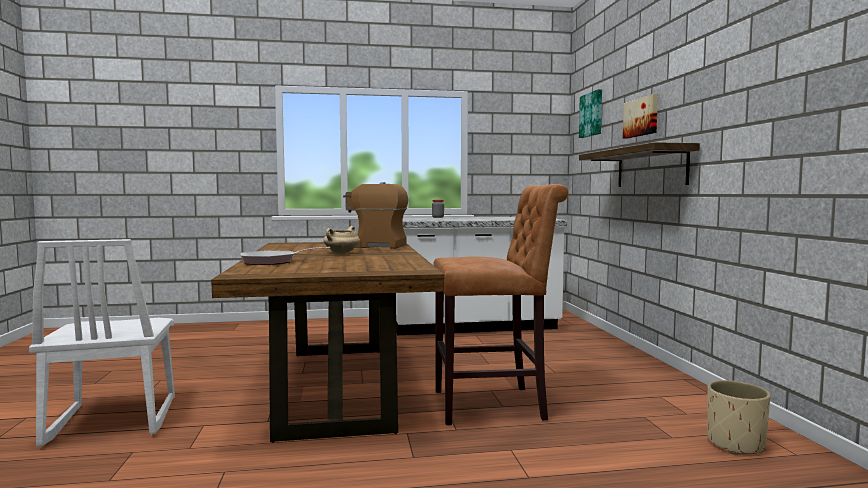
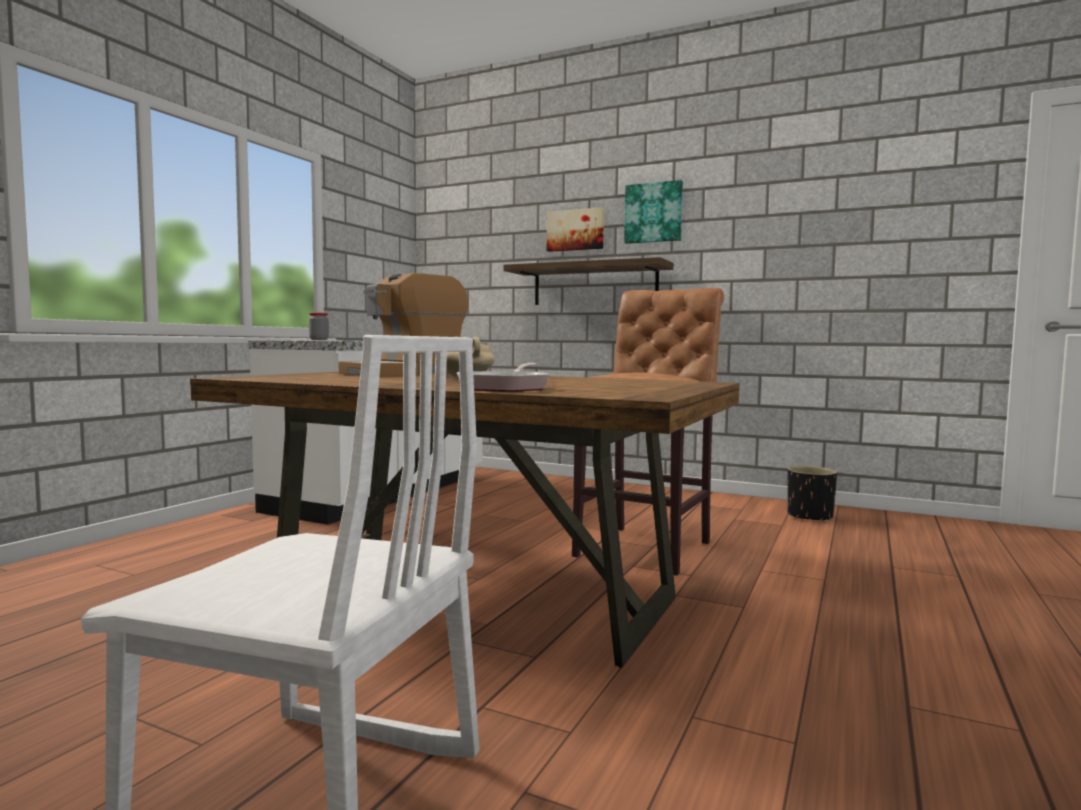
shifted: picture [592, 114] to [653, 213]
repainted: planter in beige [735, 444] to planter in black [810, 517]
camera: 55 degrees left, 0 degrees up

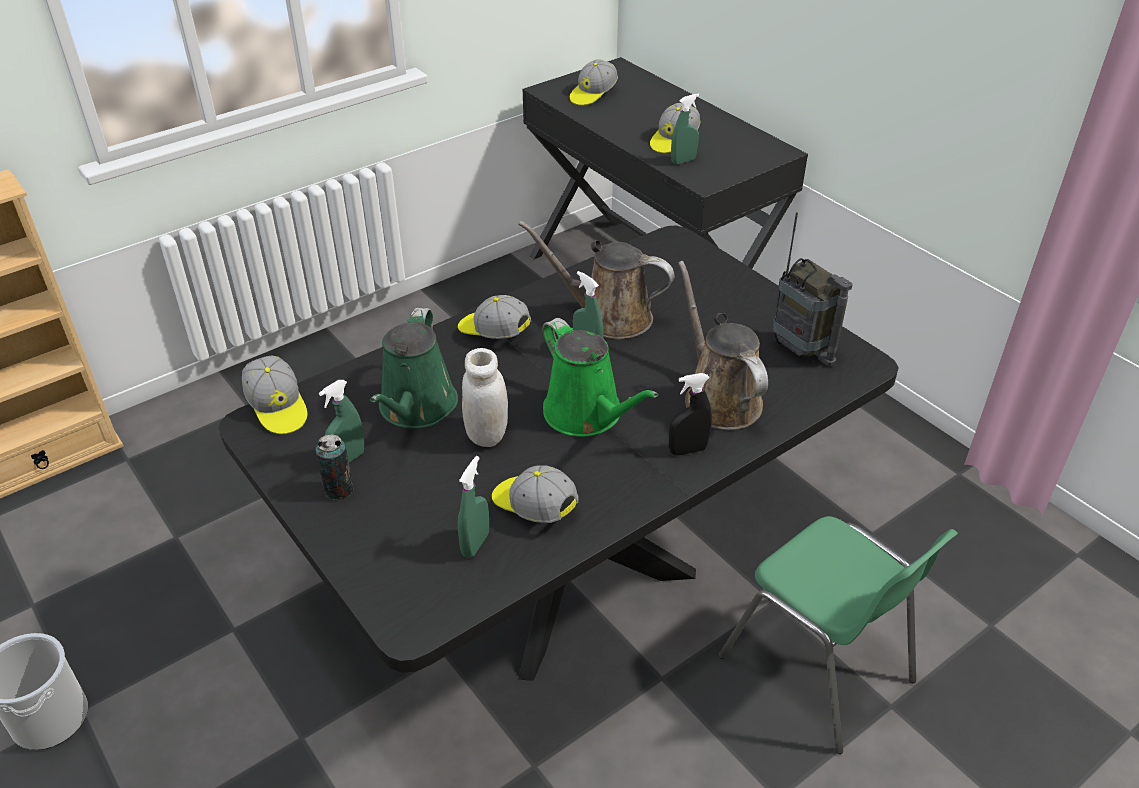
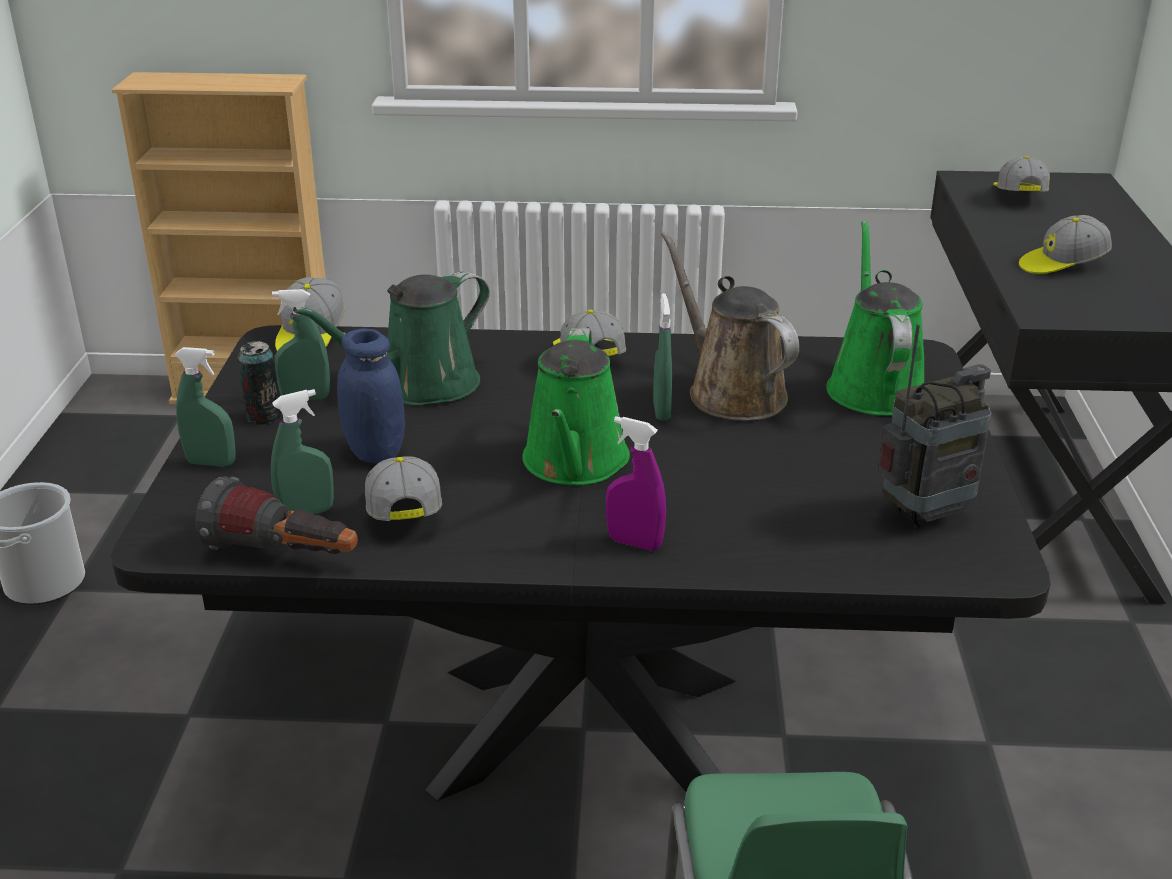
gone: jar in white [486, 434]; watering can in brown [718, 397]
new: flashlight [285, 556]; jar in blue [375, 452]; watering can in green [873, 386]
shifted: spray bottle in green [683, 161] to [211, 463]
repainted: spray bottle in black [687, 450] to spray bottle in purple [634, 543]
rotated: cap [593, 94] = [1018, 196] 105 degrees clockwise; radio [800, 349] = [925, 515] 120 degrees counterclockwise
camera: 40 degrees right, 10 degrees down

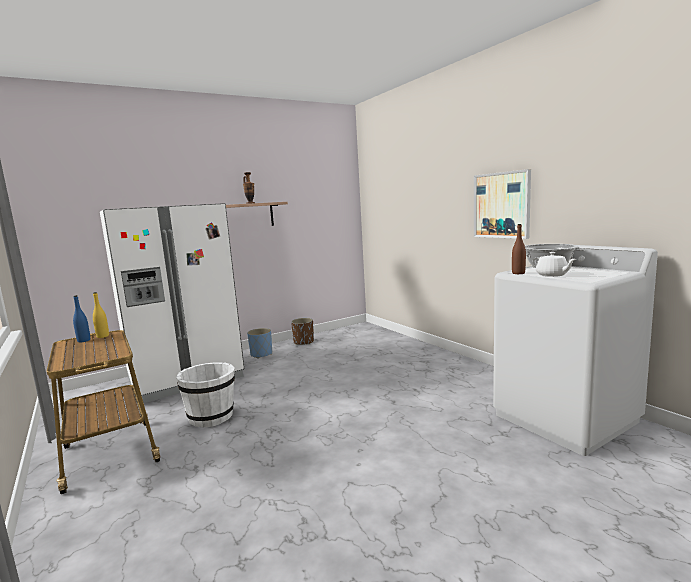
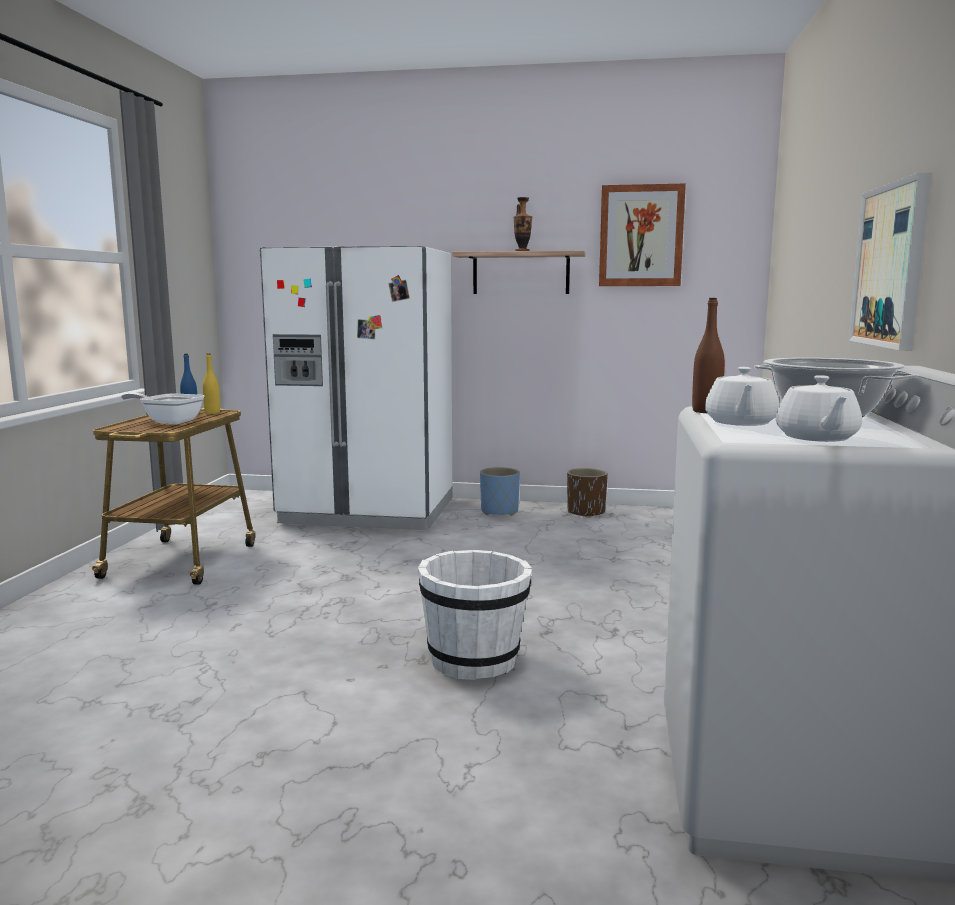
new: frying pan [169, 421]; picture [641, 236]; teapot in white [816, 438]
shifted: bucket in white [211, 417] to [475, 660]
camera: 40 degrees right, 0 degrees up

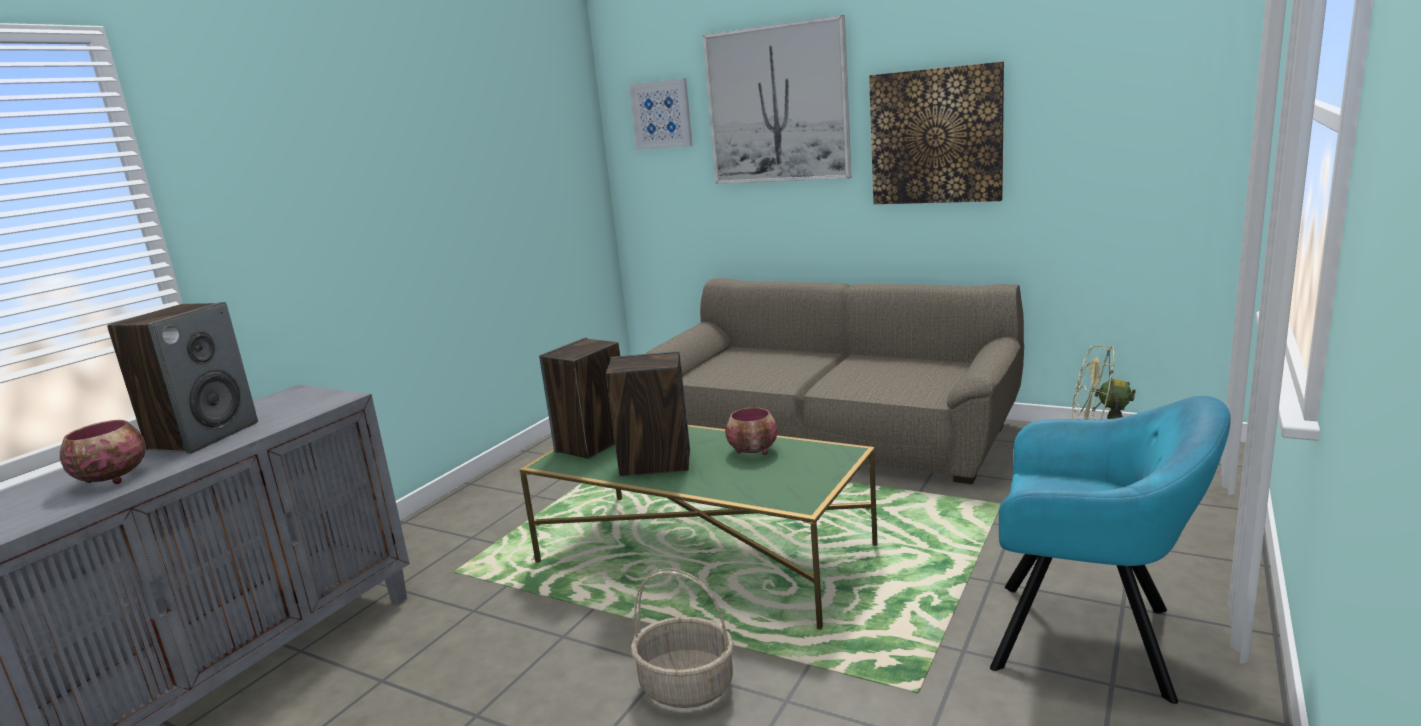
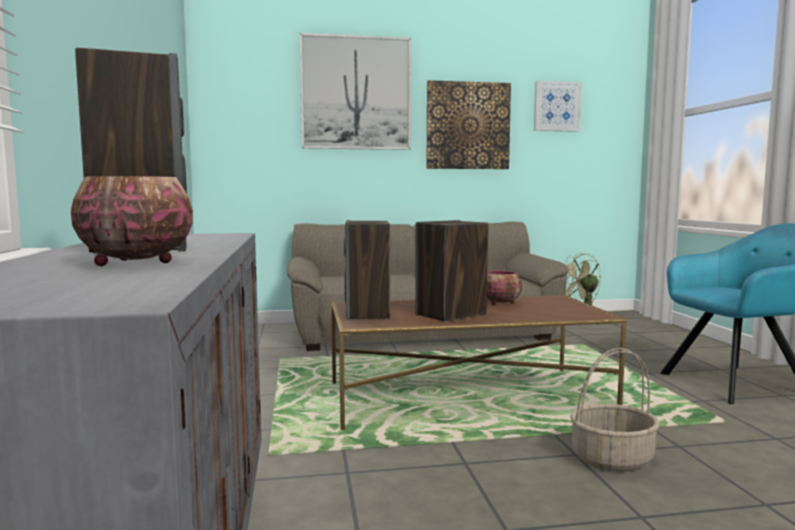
shifted: picture [661, 115] to [557, 106]
repainted: coffee table in green [704, 554] to coffee table in brown [467, 396]
camera: 40 degrees left, 10 degrees down

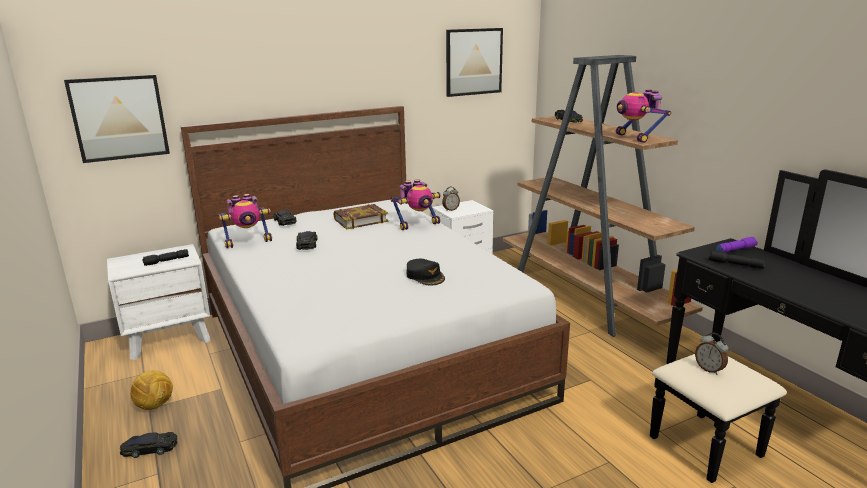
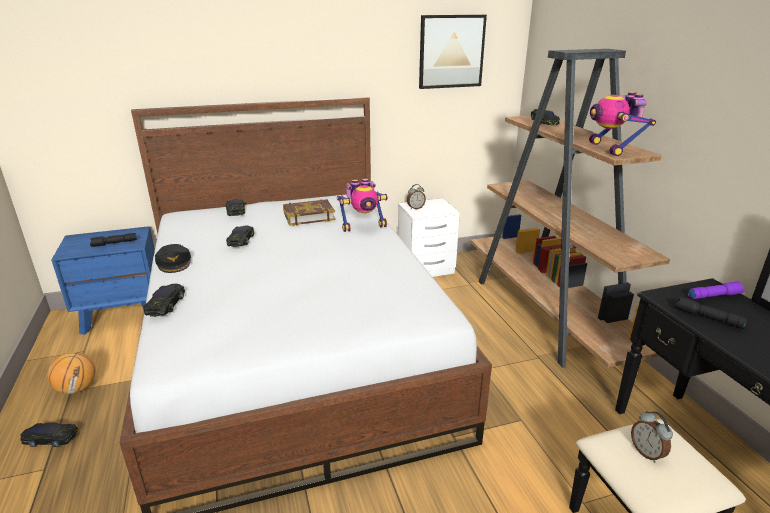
gone: picture [119, 118]; toy robot [248, 242]
new: toy car in black [166, 303]
shifted: cap in black [425, 276] to [174, 262]
swapped: football [155, 405] to basketball [77, 388]
repainted: nightstand in white [169, 337] to nightstand in blue [123, 314]
camera: 10 degrees right, 5 degrees up

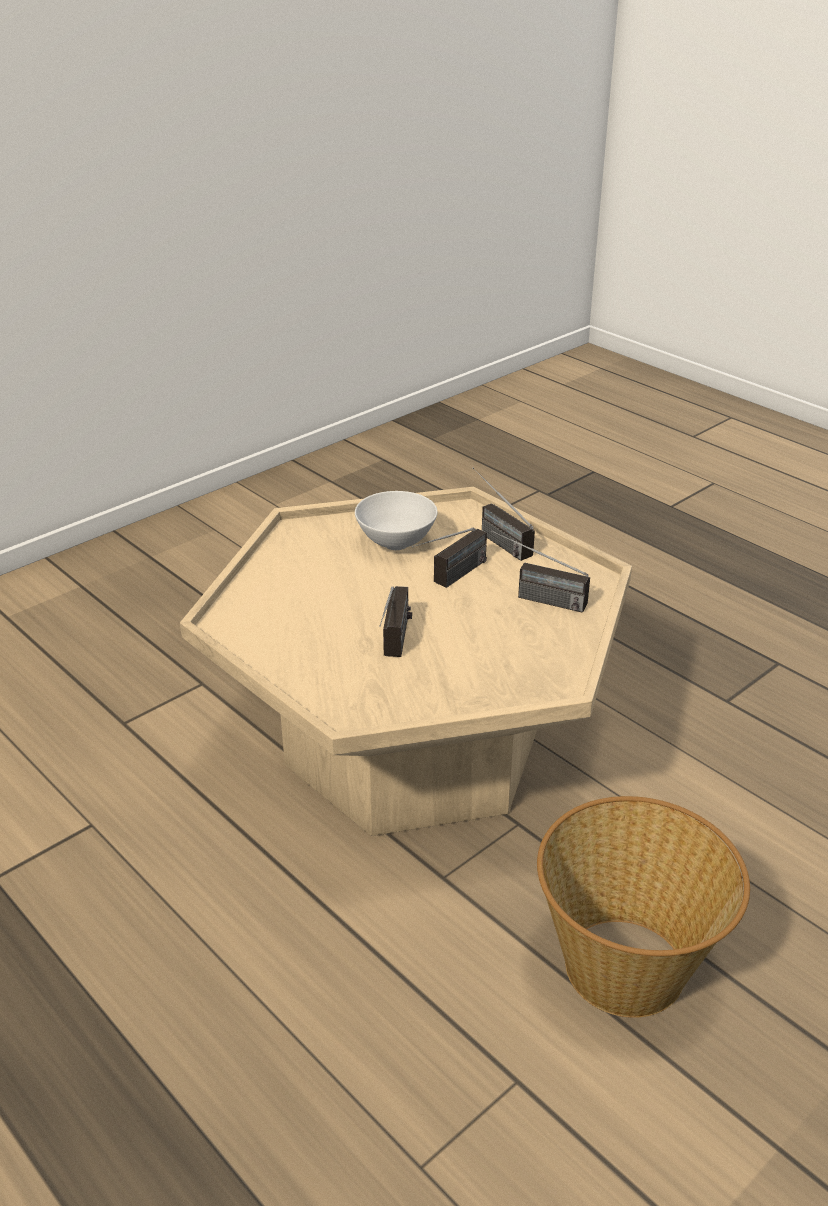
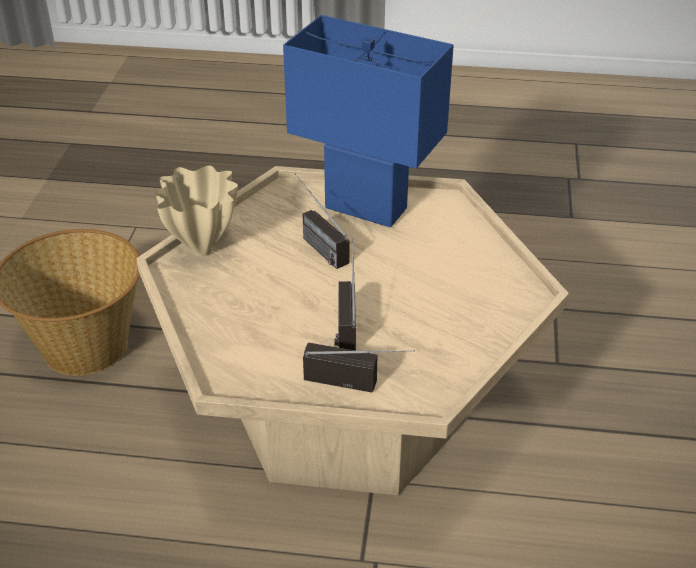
gone: bowl in white [396, 544]; radio [534, 597]
new: vase in beige [204, 250]; table lamp in blue [366, 208]
camera: 140 degrees right, 5 degrees up

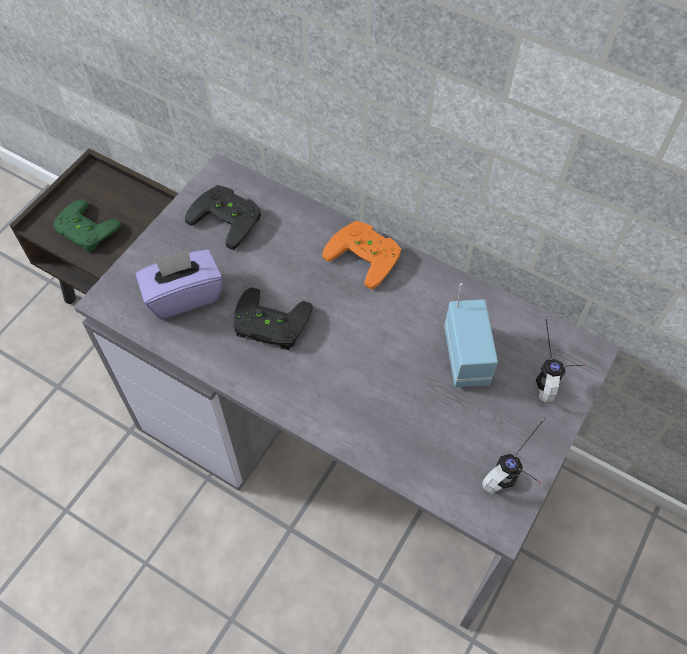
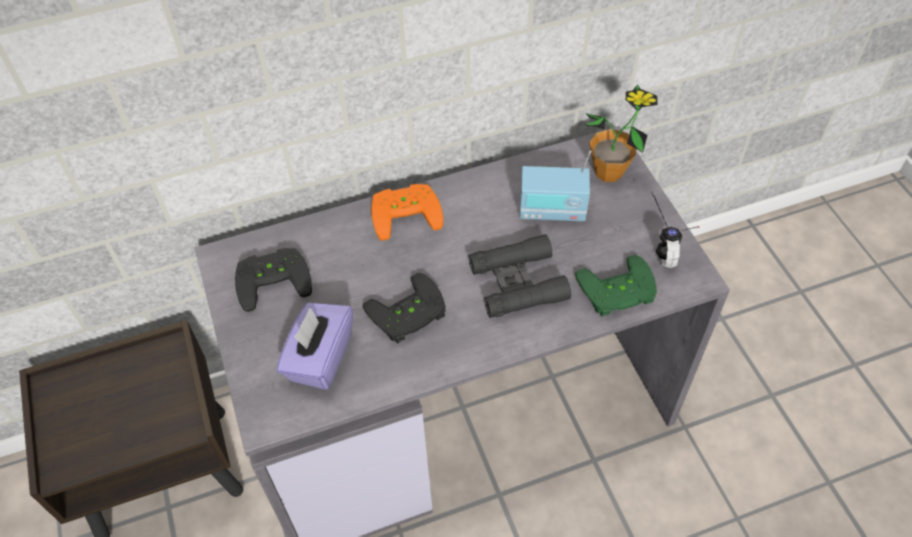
new: binoculars in black [518, 283]
shifted: game controller in green [84, 231] to [618, 293]
swapped: headphones [554, 373] to potted plant [608, 172]
rotated: radio [467, 357] = [552, 211] 150 degrees clockwise
camera: 50 degrees left, 5 degrees down

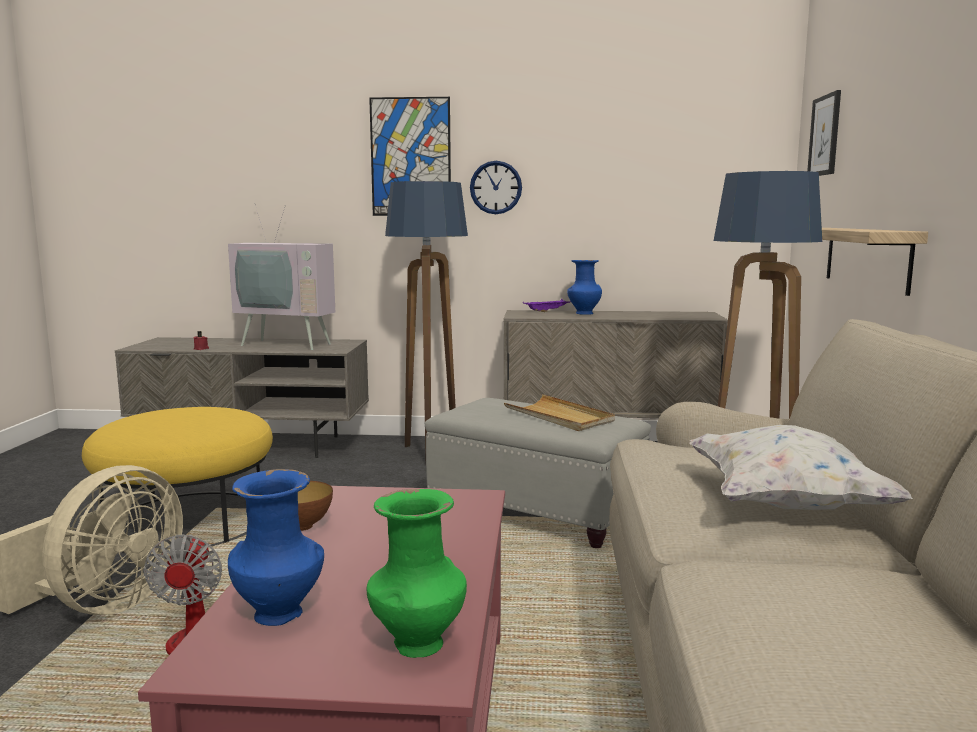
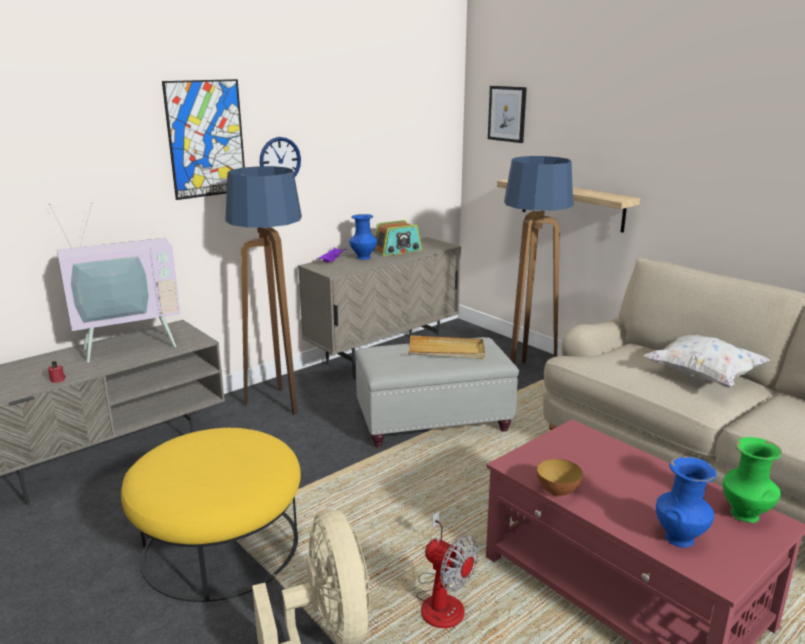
new: radio [397, 250]
camera: 45 degrees left, 10 degrees up

